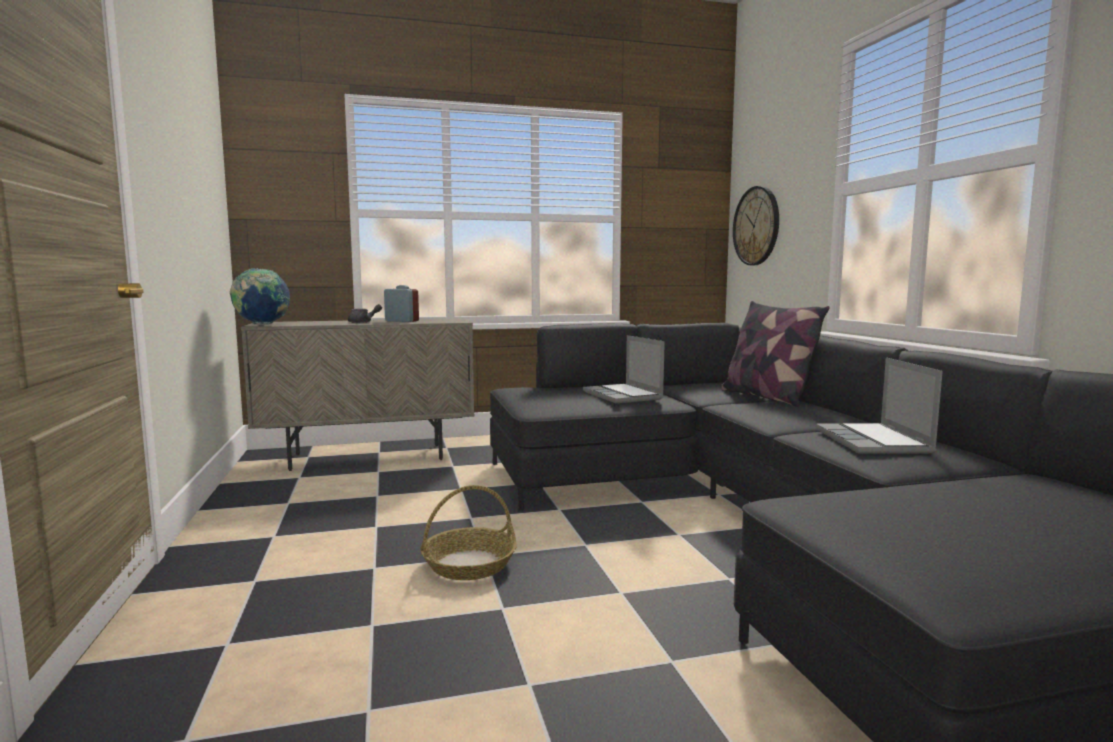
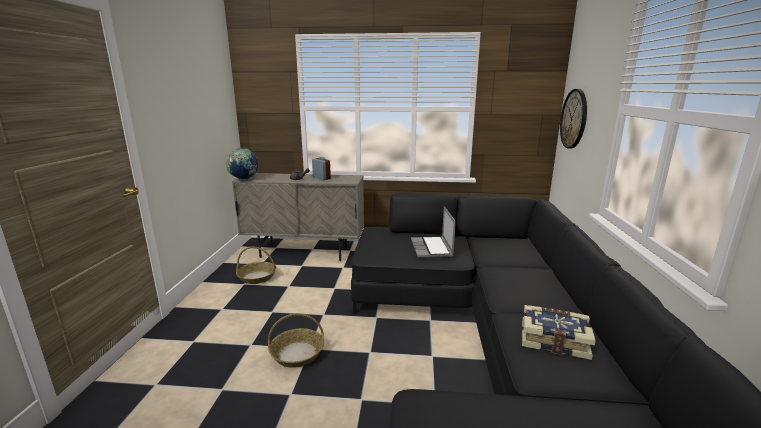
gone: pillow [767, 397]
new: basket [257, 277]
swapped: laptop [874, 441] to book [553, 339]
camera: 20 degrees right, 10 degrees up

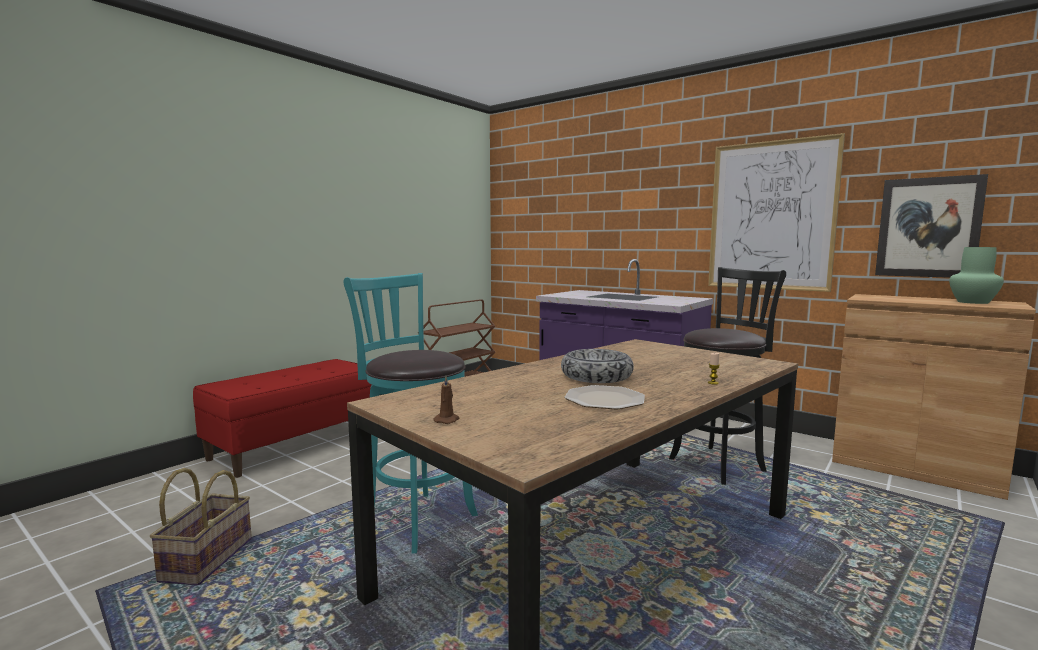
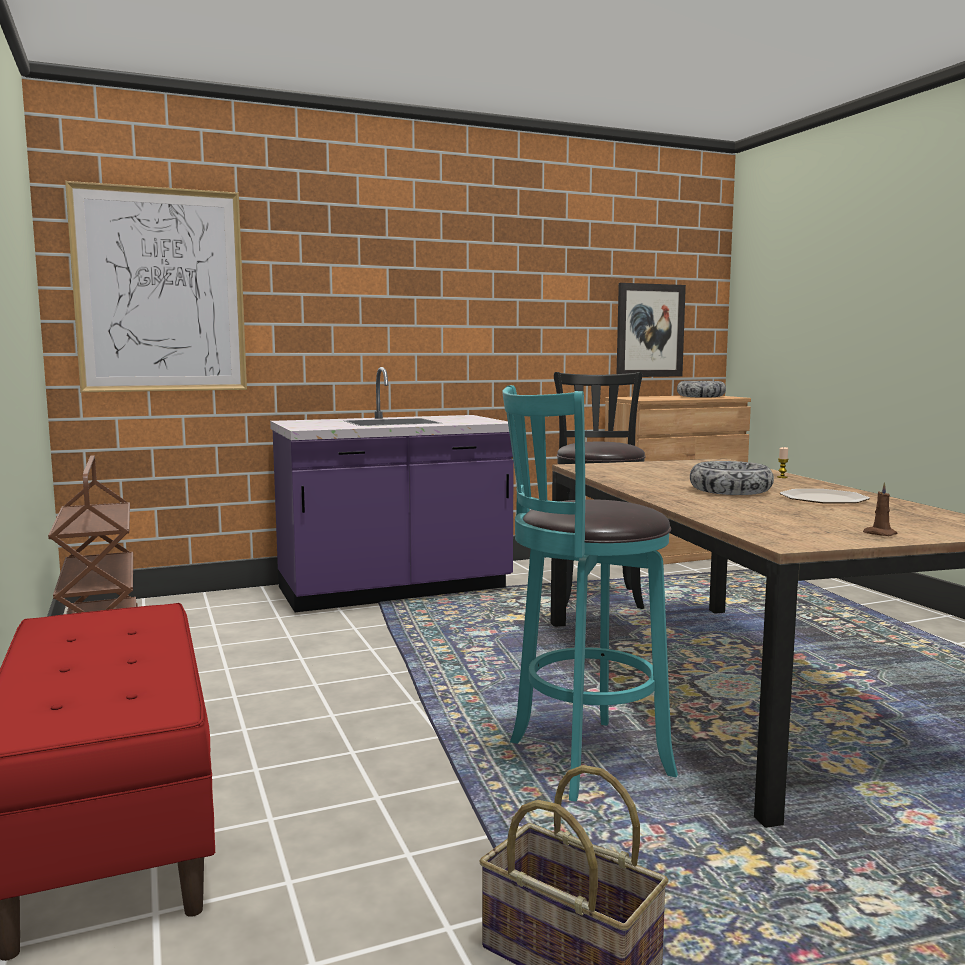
shifted: picture [771, 216] to [160, 291]
swapped: vase in green [973, 302] to bowl [701, 396]
camera: 60 degrees left, 0 degrees up

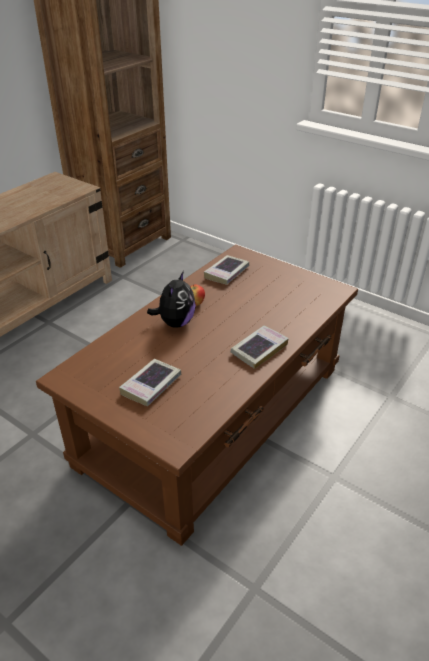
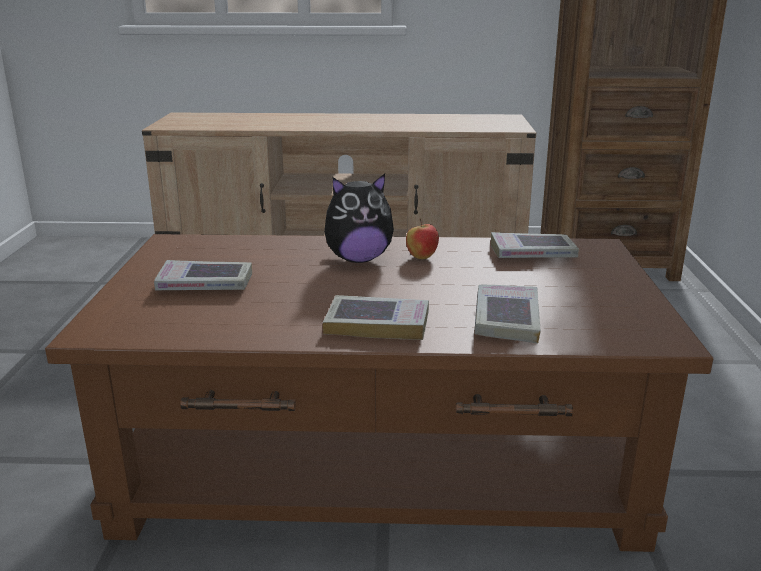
new: book [506, 320]
camera: 55 degrees right, 15 degrees down

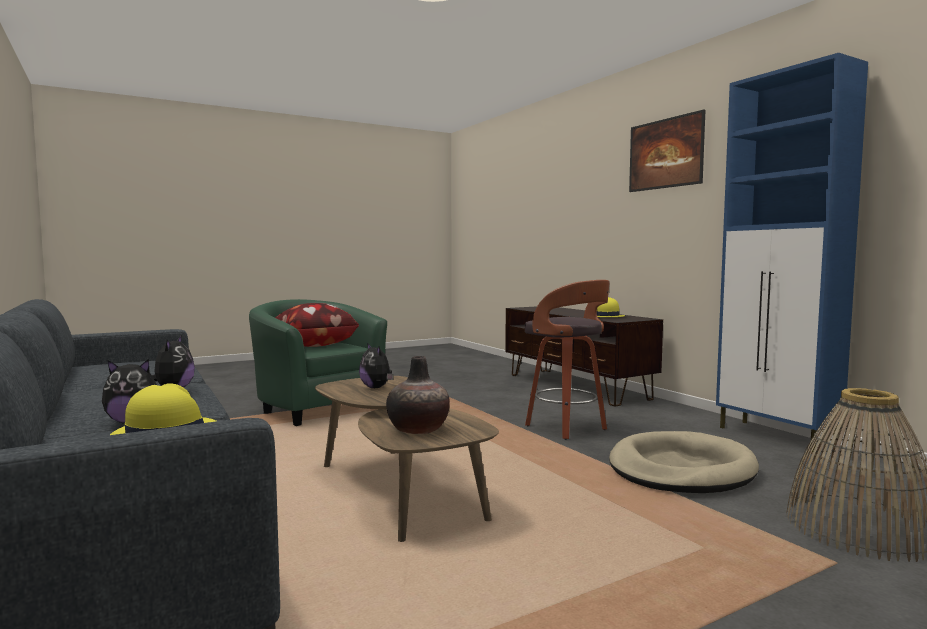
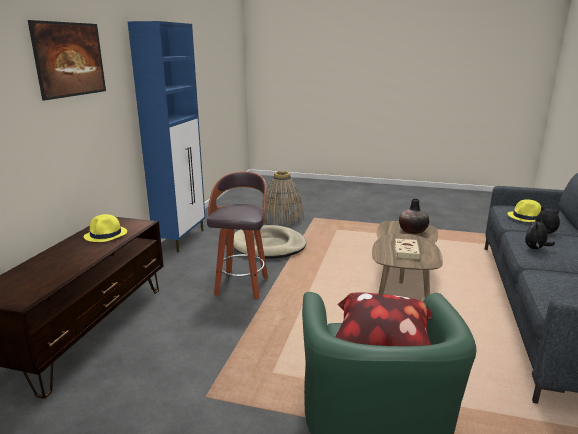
swapped: plush toy [376, 387] to book in beige [406, 250]
camera: 135 degrees left, 15 degrees up

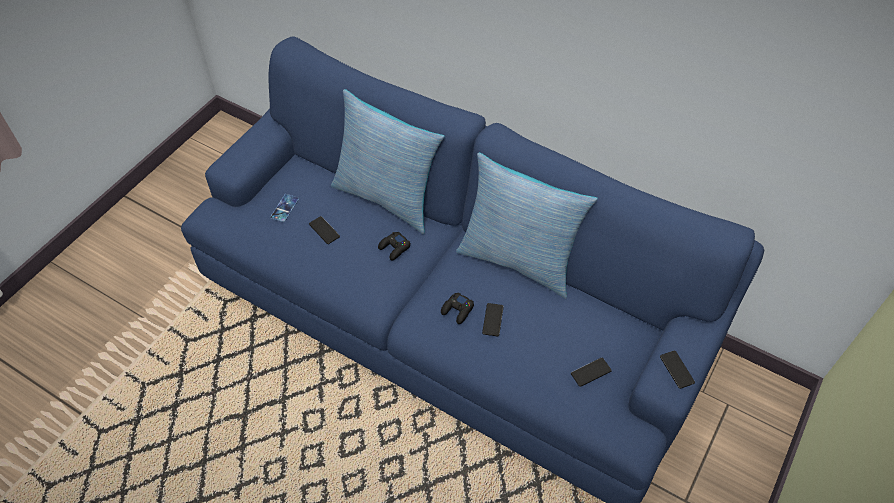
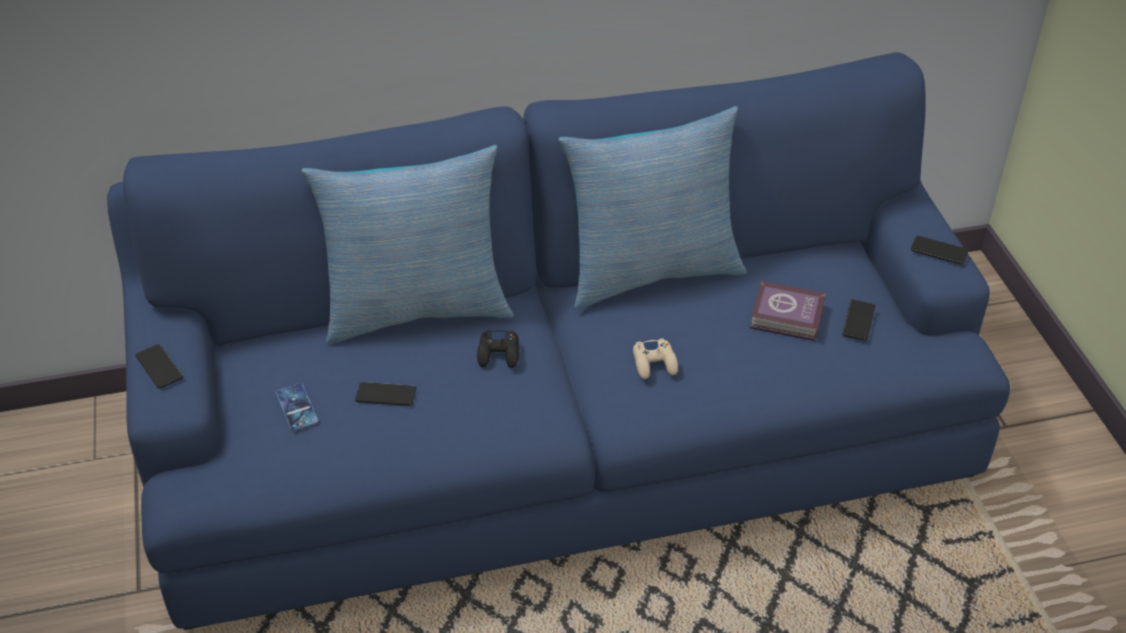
new: book [788, 318]
shifted: phone [492, 320] to [159, 367]
repainted: game controller in black [457, 310] to game controller in beige [654, 363]
camera: 45 degrees left, 10 degrees down

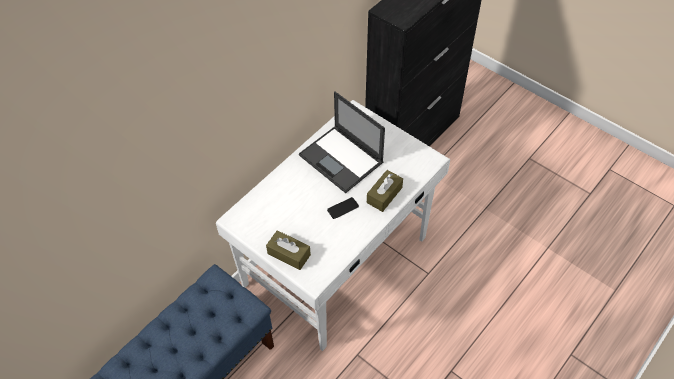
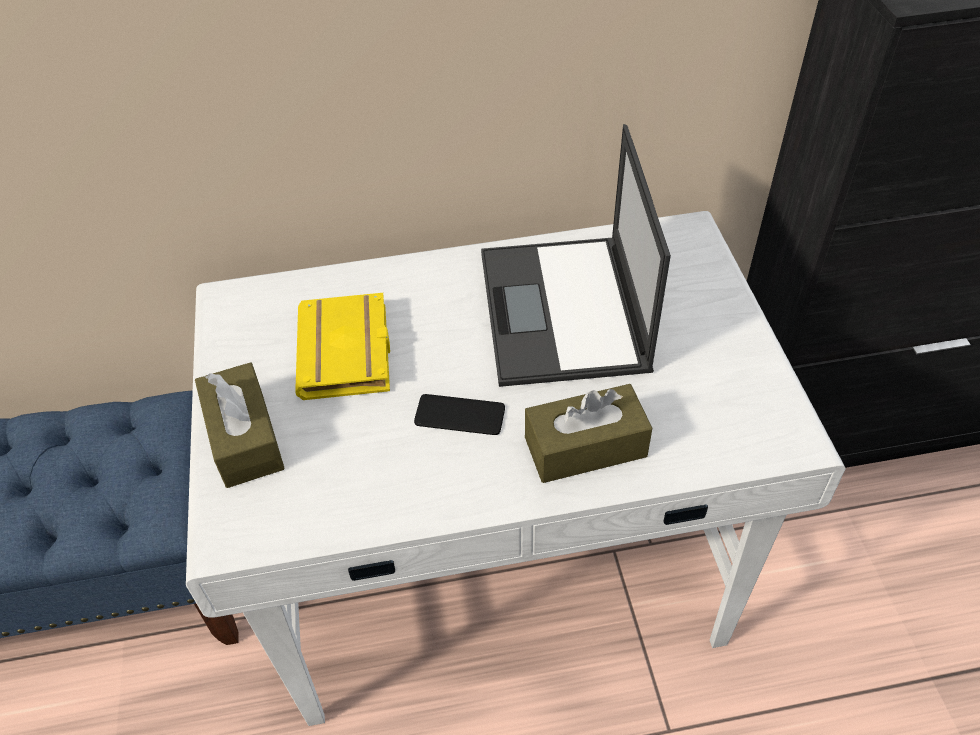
new: book in yellow [349, 354]
camera: 40 degrees right, 5 degrees down

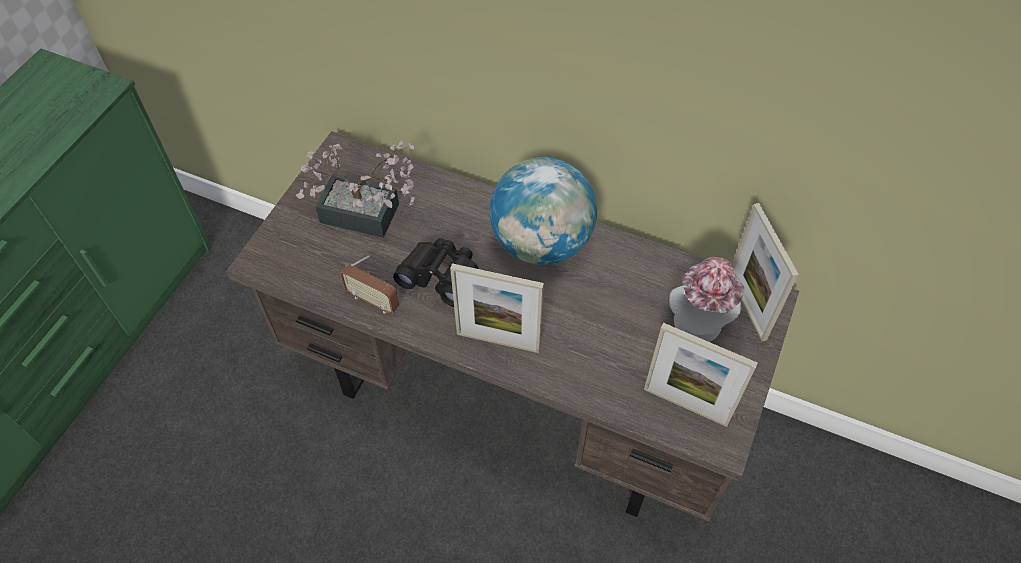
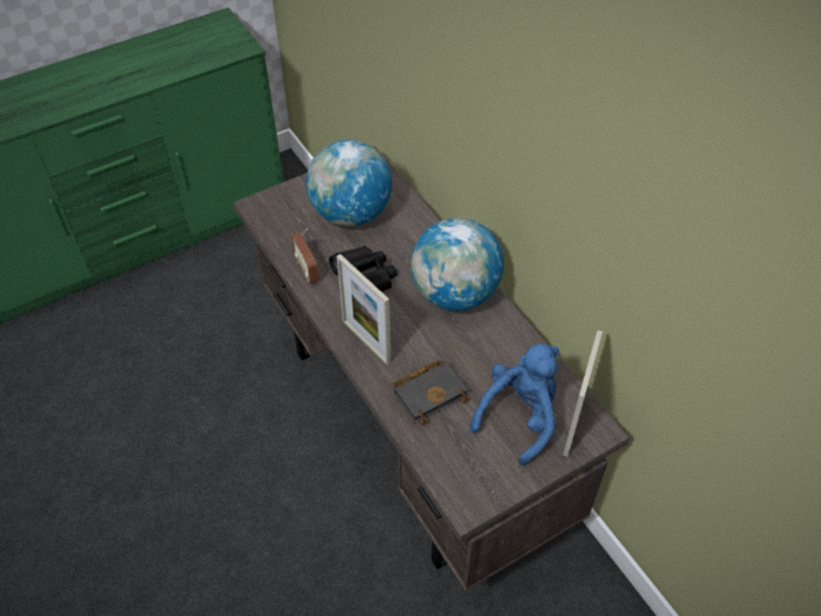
gone: picture frame [685, 405]
new: book in black [430, 392]
swapped: potted plant [368, 216] to globe [351, 213]; hat [697, 328] to plush toy in blue [519, 417]
camera: 35 degrees right, 5 degrees down

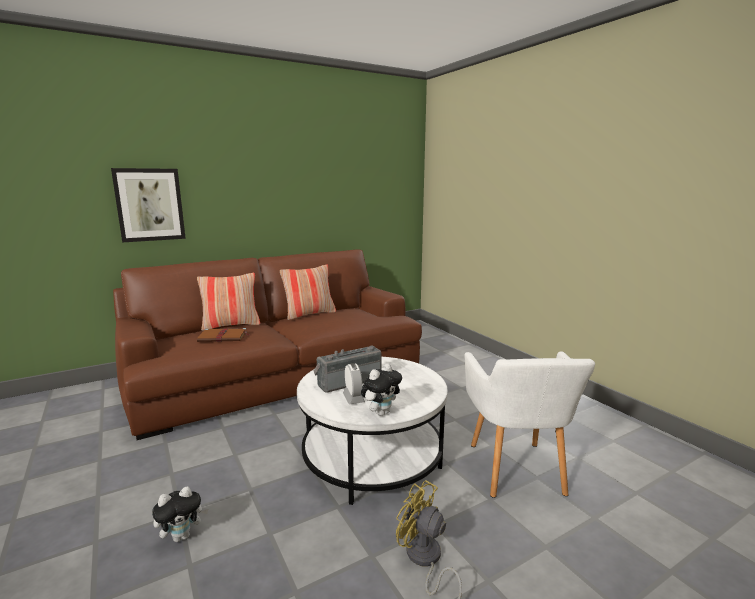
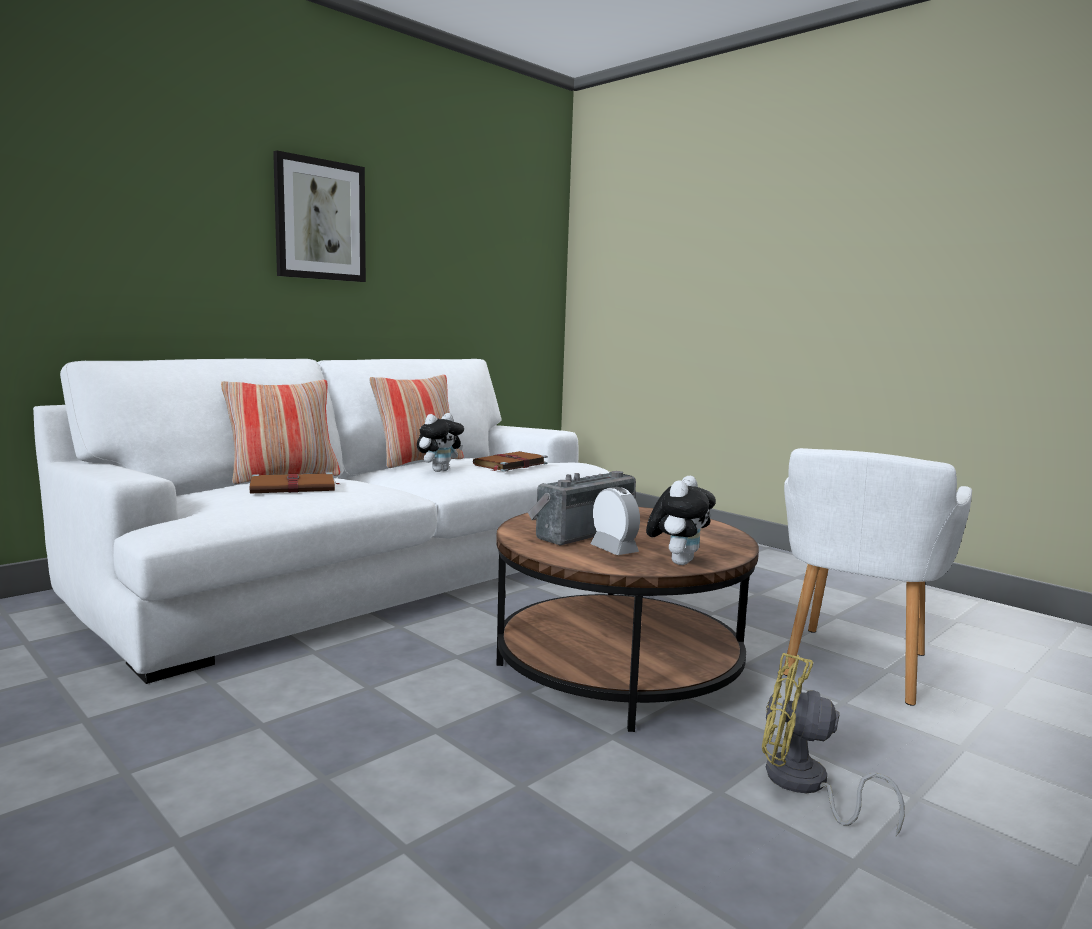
new: book in brown [509, 464]
shifted: picture [149, 205] to [320, 220]; plush toy [182, 536] to [439, 470]
repainted: sofa in brown [277, 373] to sofa in white [361, 572]; coffee table in white [372, 456] to coffee table in brown [618, 668]
rotated: armchair in white [516, 472] = [853, 666] 45 degrees clockwise
camera: 15 degrees left, 5 degrees down

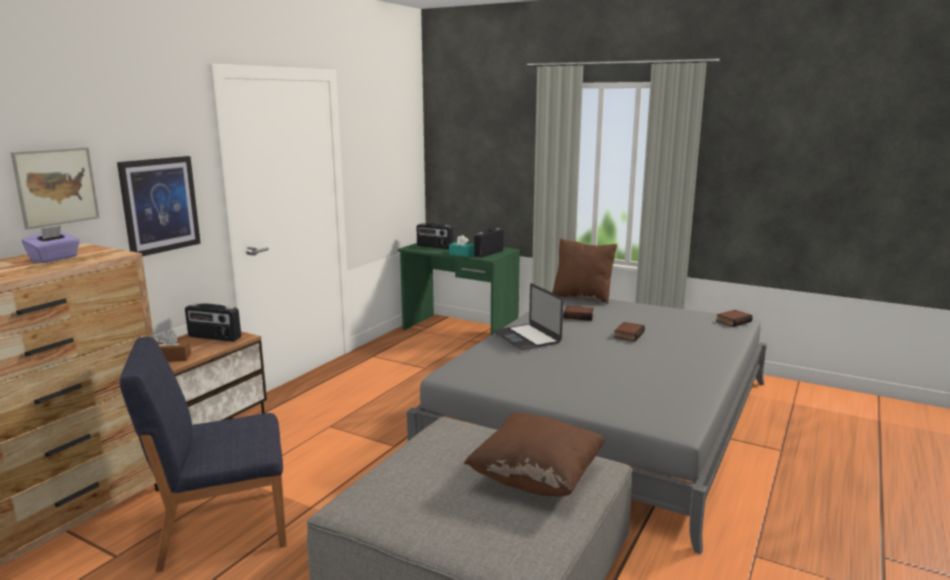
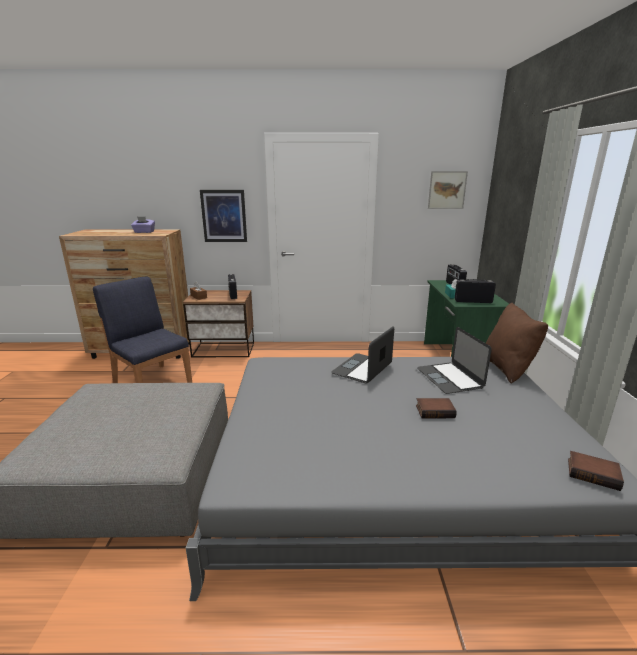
gone: pillow in brown [536, 478]
shifted: picture [56, 186] to [447, 190]
swapped: book [579, 316] to laptop [449, 378]
camera: 60 degrees right, 5 degrees up

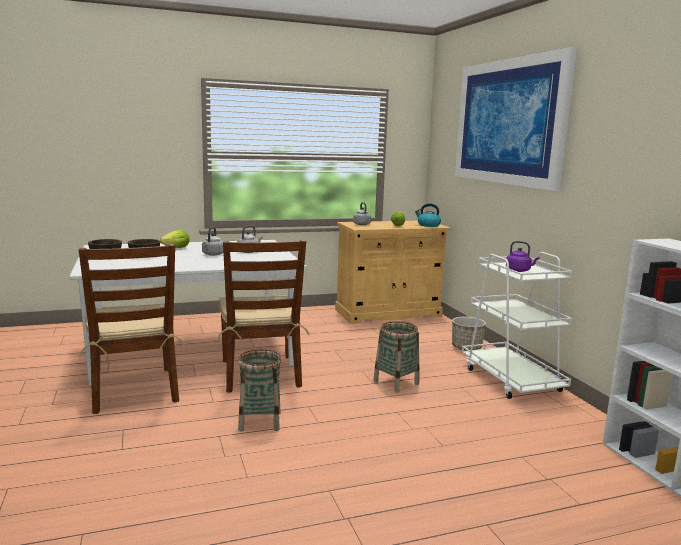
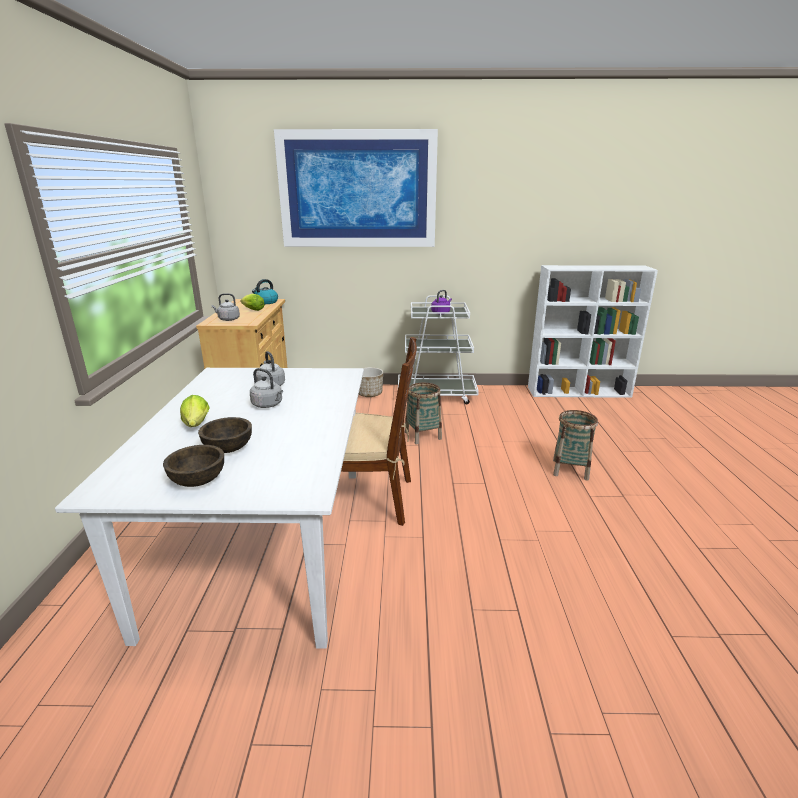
gone: chair in brown [134, 390]
shifted: basket [260, 421] to [570, 469]
camera: 70 degrees left, 10 degrees up

